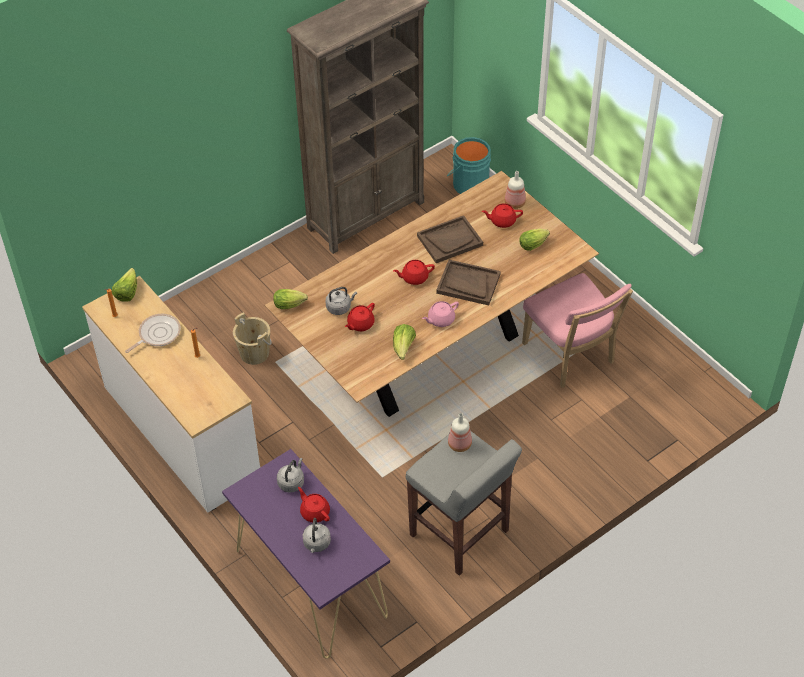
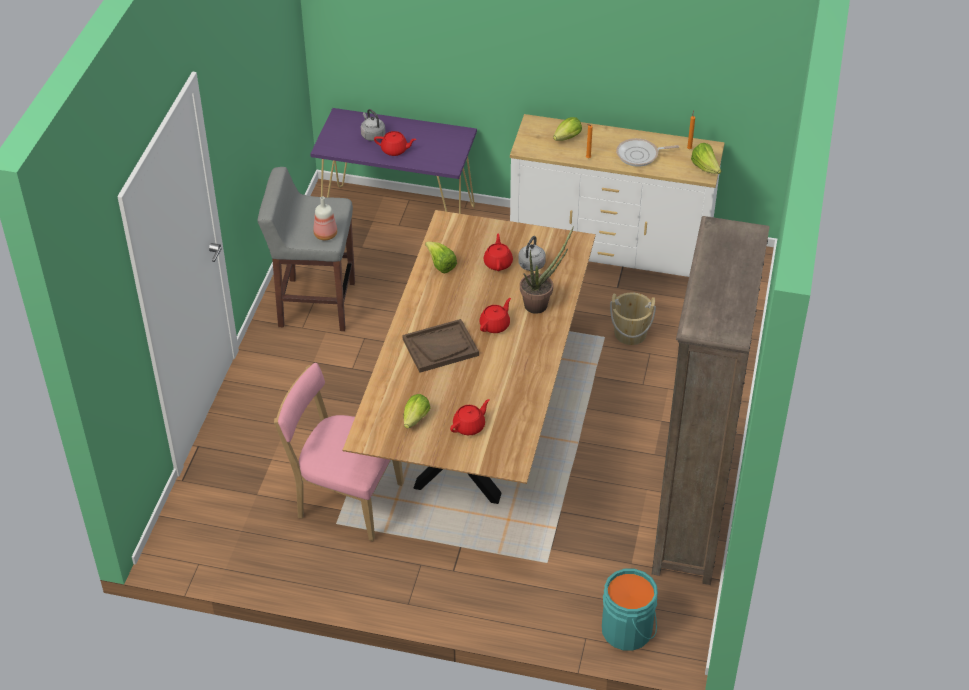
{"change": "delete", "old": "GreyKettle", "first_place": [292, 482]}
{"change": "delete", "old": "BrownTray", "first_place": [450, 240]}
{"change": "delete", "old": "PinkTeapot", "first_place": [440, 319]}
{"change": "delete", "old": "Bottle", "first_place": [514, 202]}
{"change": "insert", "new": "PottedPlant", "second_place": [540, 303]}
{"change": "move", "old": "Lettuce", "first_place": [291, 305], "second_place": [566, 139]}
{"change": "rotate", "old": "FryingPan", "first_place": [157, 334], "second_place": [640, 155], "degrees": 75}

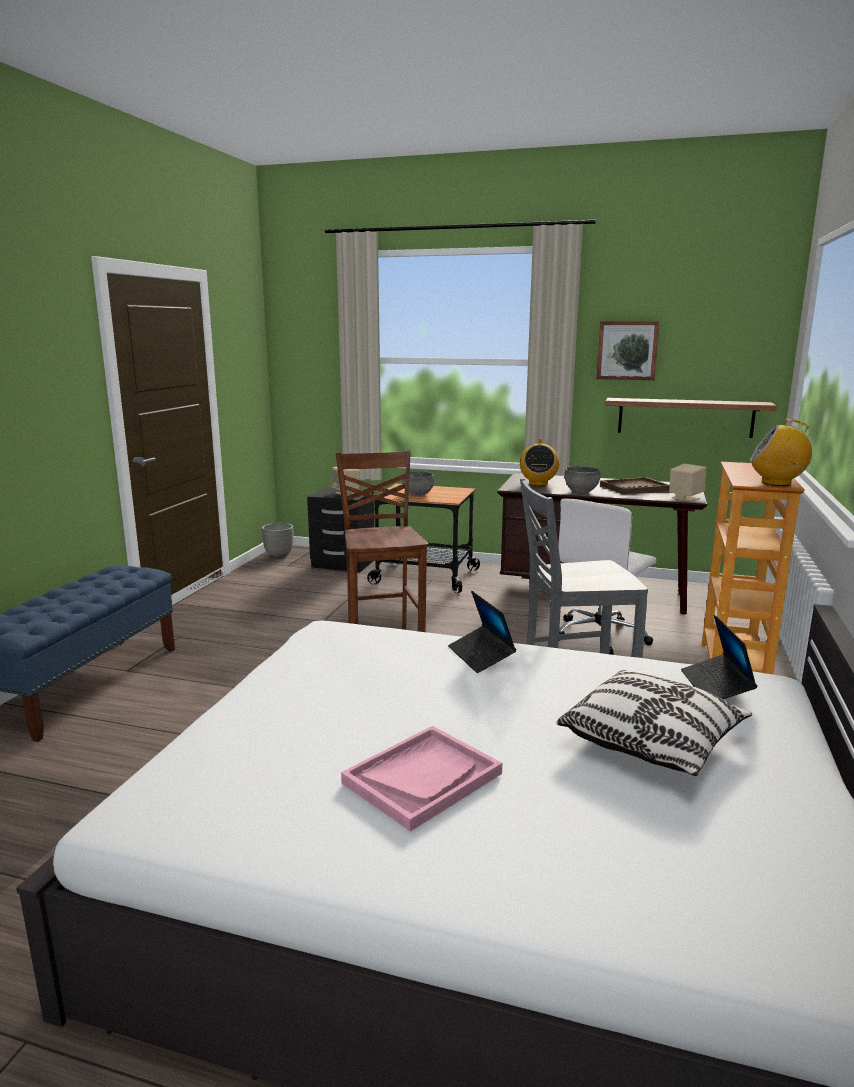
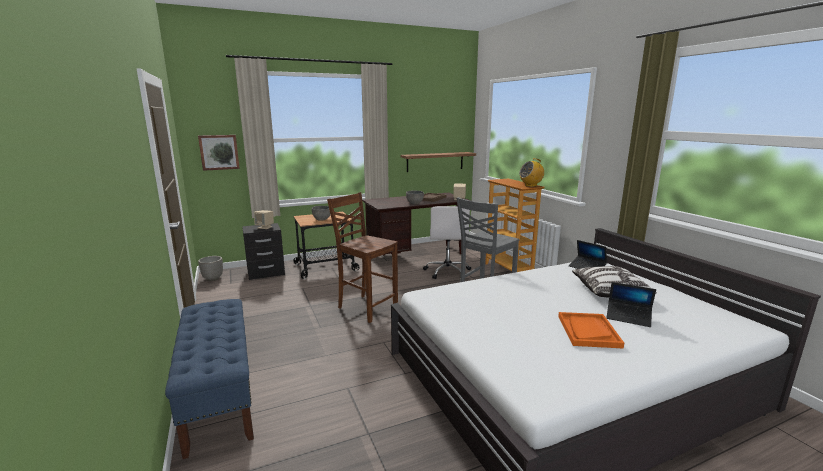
{"change": "delete", "old": "Radio", "first_place": [538, 484]}
{"change": "move", "old": "Laptop", "first_place": [481, 656], "second_place": [628, 317]}
{"change": "move", "old": "Picture", "first_place": [627, 350], "second_place": [219, 152]}
{"change": "recolor", "old": "PinkTray", "new": "OrangeTray", "first_place": [422, 778], "second_place": [588, 331]}

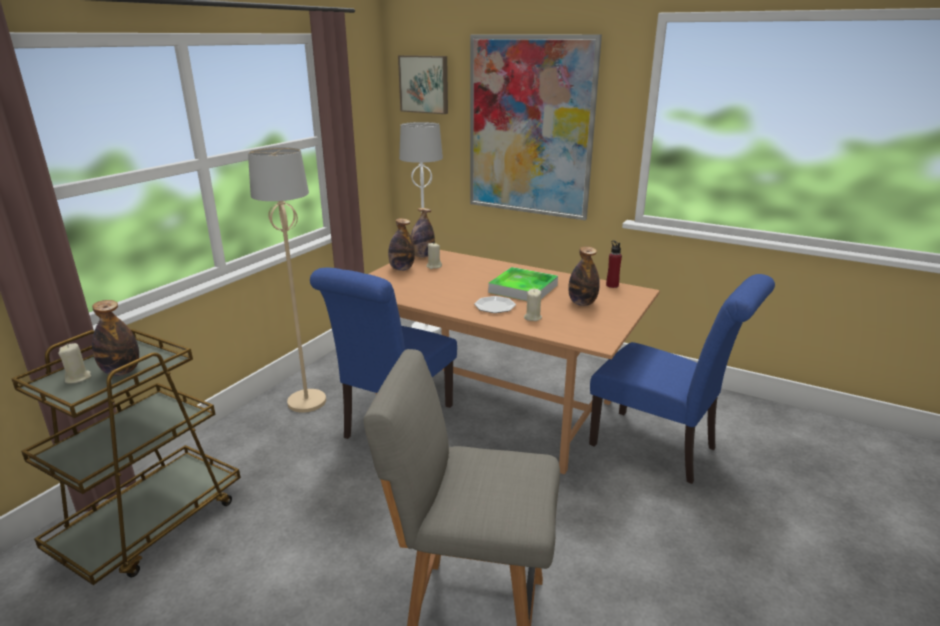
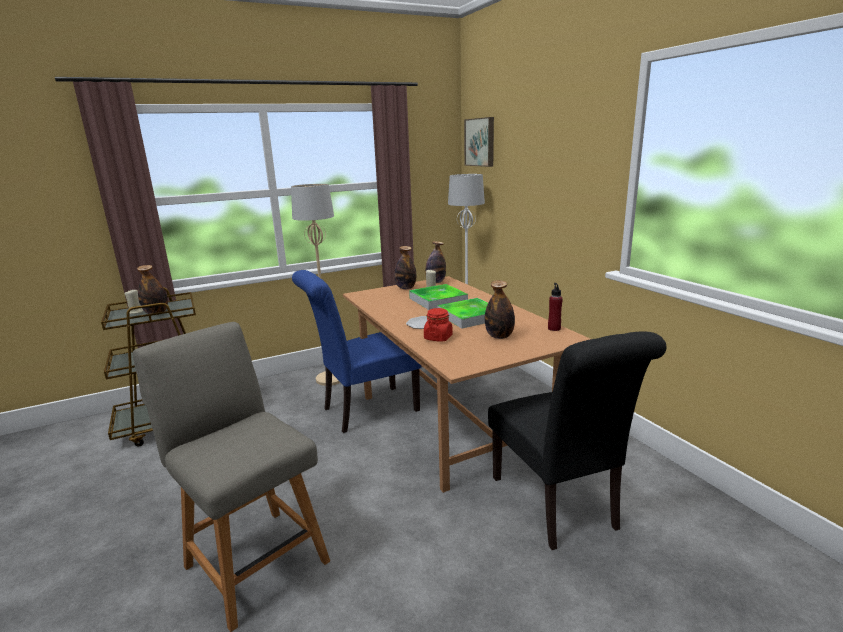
{"change": "delete", "old": "Picture", "first_place": [530, 127]}
{"change": "insert", "new": "Tray", "second_place": [438, 300]}
{"change": "replace", "old": "BeigeCandle", "new": "RedJar", "first_place": [532, 317], "second_place": [438, 338]}
{"change": "recolor", "old": "BlueChair", "new": "BlackChair", "first_place": [660, 448], "second_place": [558, 506]}

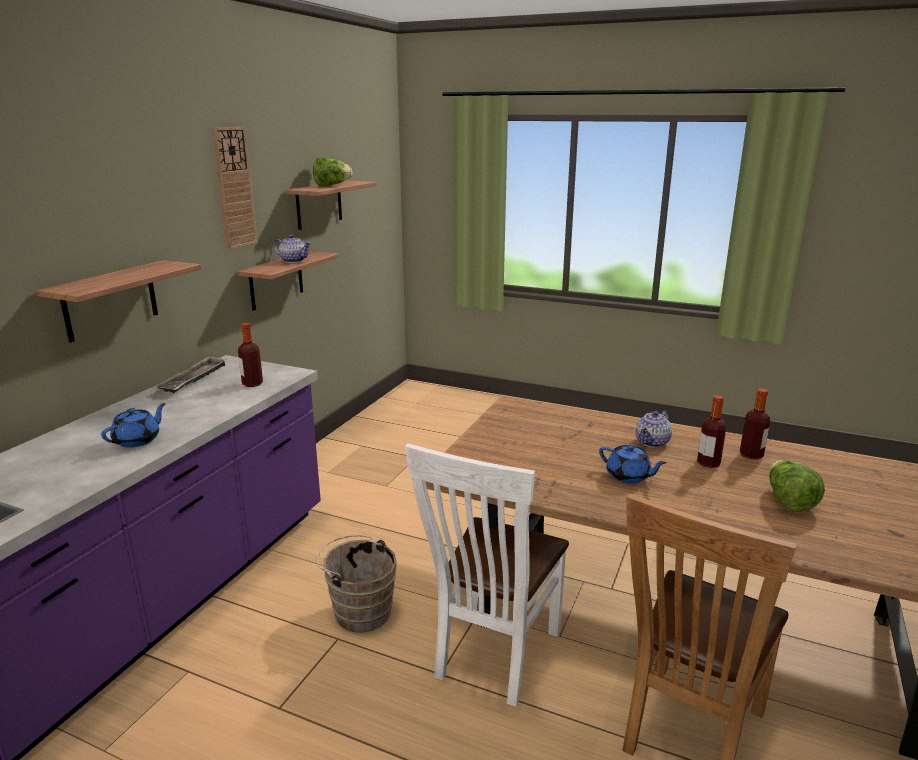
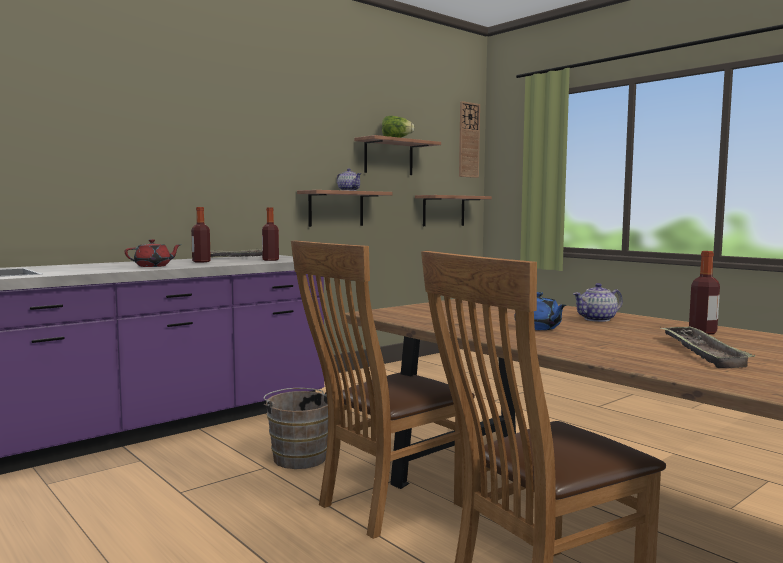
{"change": "move", "old": "Shelf", "first_place": [110, 300], "second_place": [443, 211]}
{"change": "move", "old": "WallClock", "first_place": [234, 188], "second_place": [468, 140]}
{"change": "move", "old": "Bottle", "first_place": [708, 463], "second_place": [201, 261]}
{"change": "replace", "old": "Lettuce", "new": "Tray", "first_place": [788, 501], "second_place": [701, 352]}
{"change": "recolor", "old": "BlueTeapot", "new": "RedTeapot", "first_place": [138, 440], "second_place": [153, 266]}
{"change": "recolor", "old": "WhiteChair", "new": "BrownChair", "first_place": [492, 657], "second_place": [384, 505]}

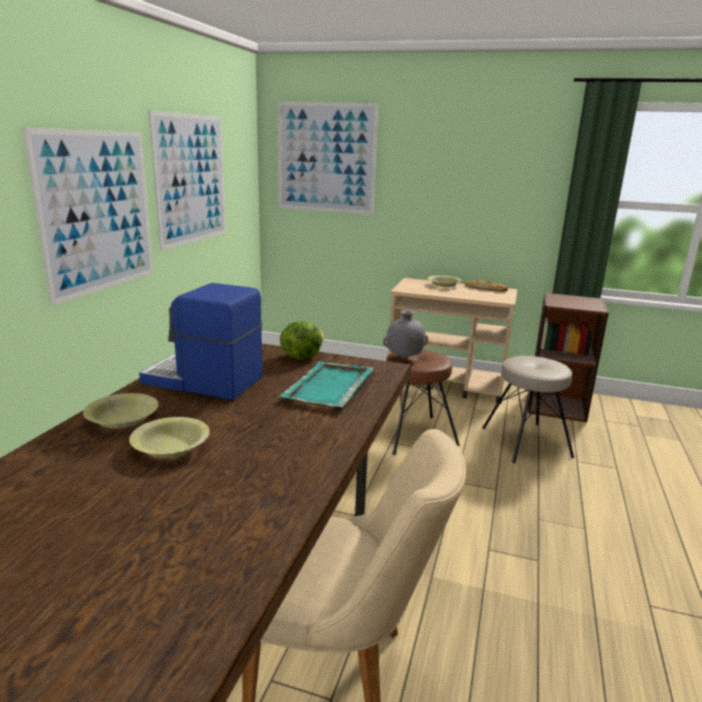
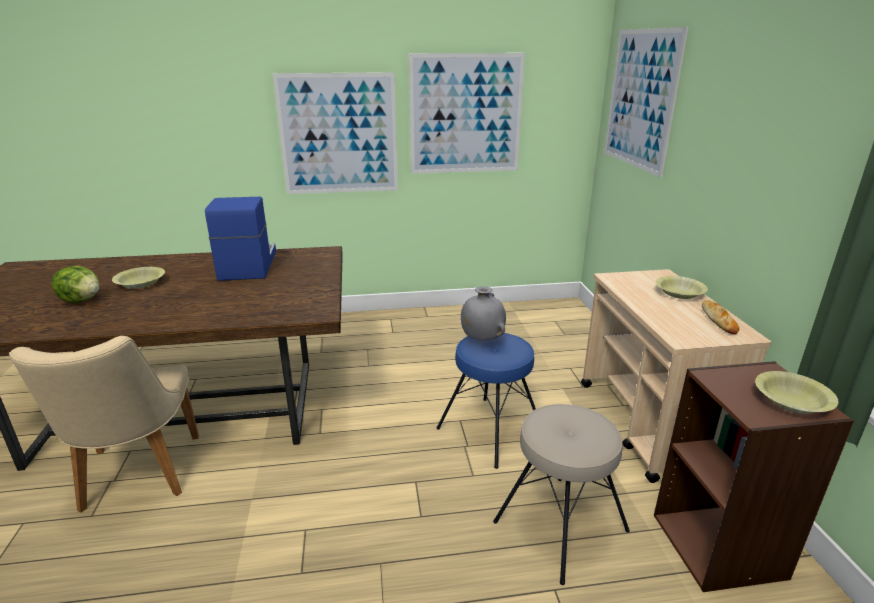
{"change": "delete", "old": "TurquoiseTray", "first_place": [328, 387]}
{"change": "move", "old": "YellowBowl", "first_place": [122, 420], "second_place": [791, 401]}
{"change": "move", "old": "Lettuce", "first_place": [301, 357], "second_place": [82, 300]}
{"change": "recolor", "old": "BrownStool", "new": "BlueStool", "first_place": [413, 434], "second_place": [490, 430]}

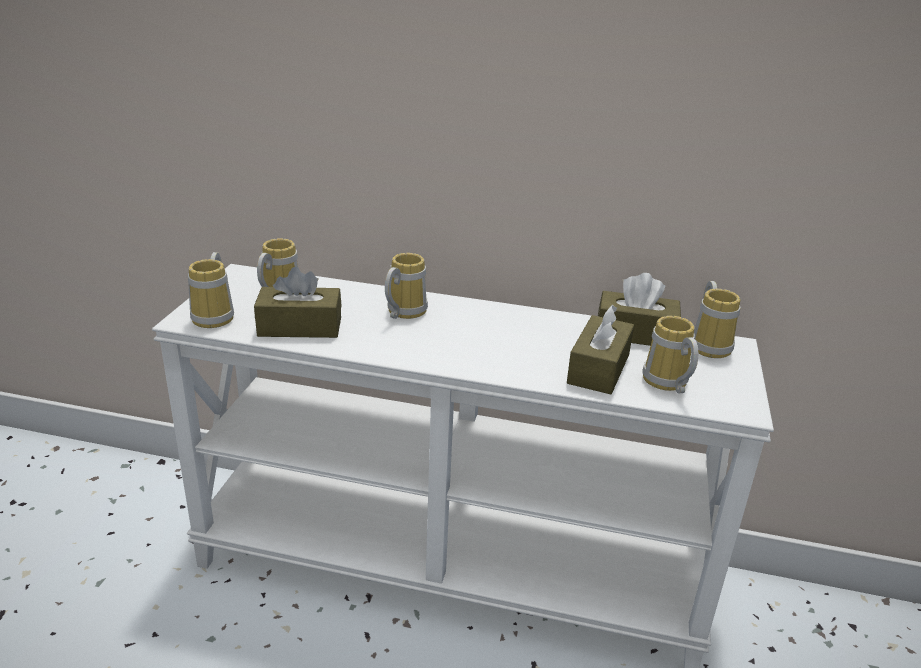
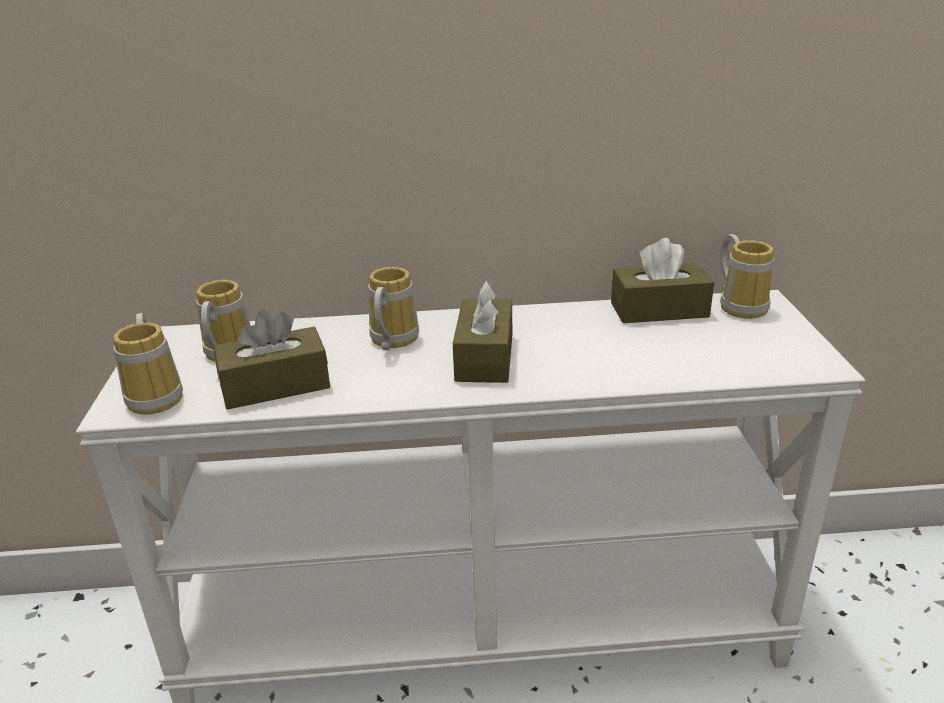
{"change": "delete", "old": "Mug", "first_place": [665, 384]}
{"change": "move", "old": "BrownTissueBox", "first_place": [598, 369], "second_place": [484, 357]}

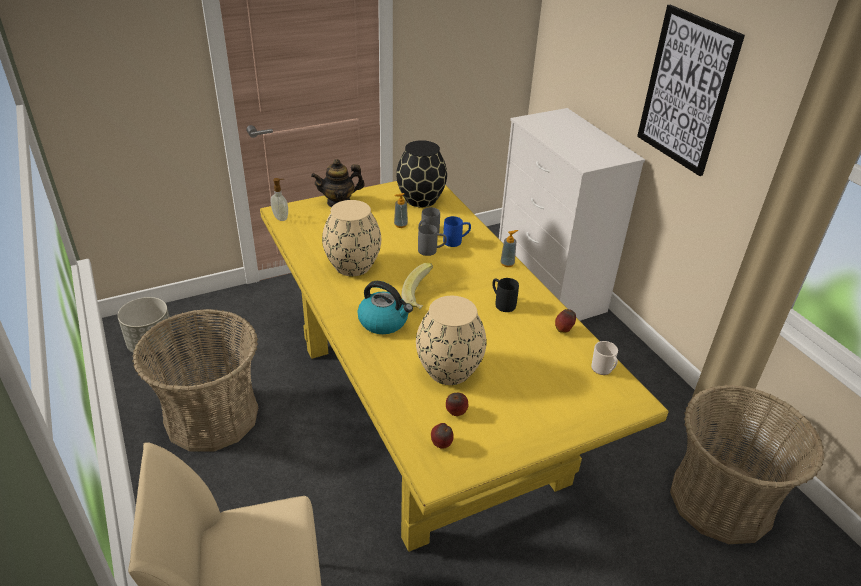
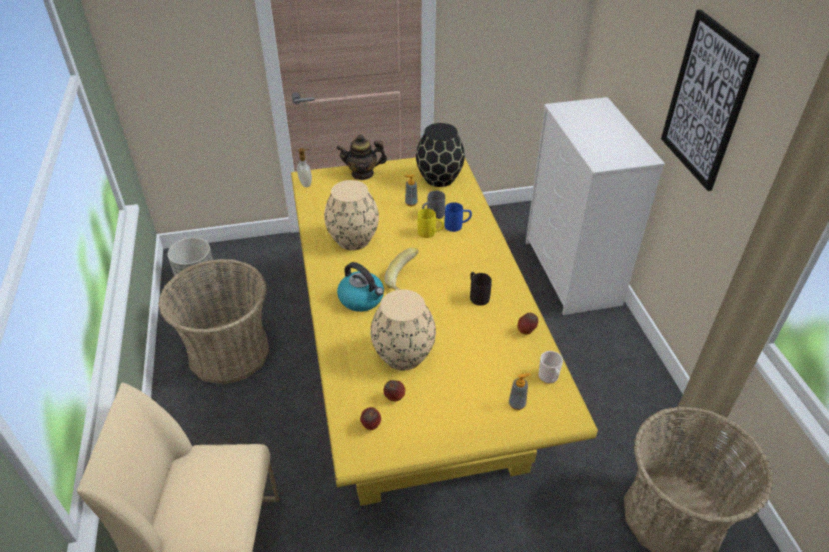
{"change": "move", "old": "SoapDispenser", "first_place": [507, 263], "second_place": [517, 404]}
{"change": "recolor", "old": "GreyMug", "new": "YellowMug", "first_place": [431, 251], "second_place": [430, 233]}

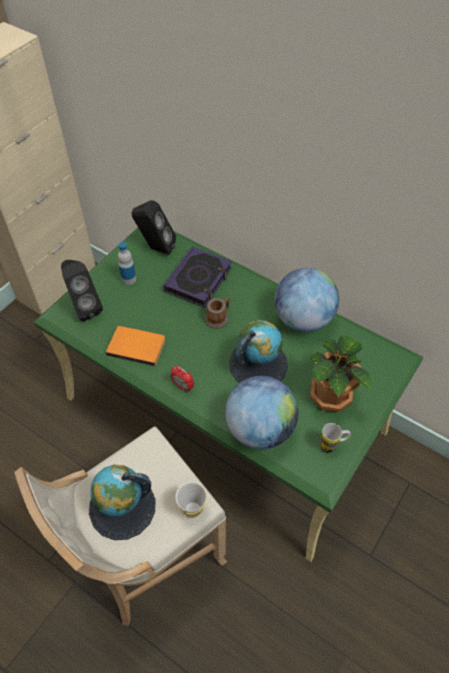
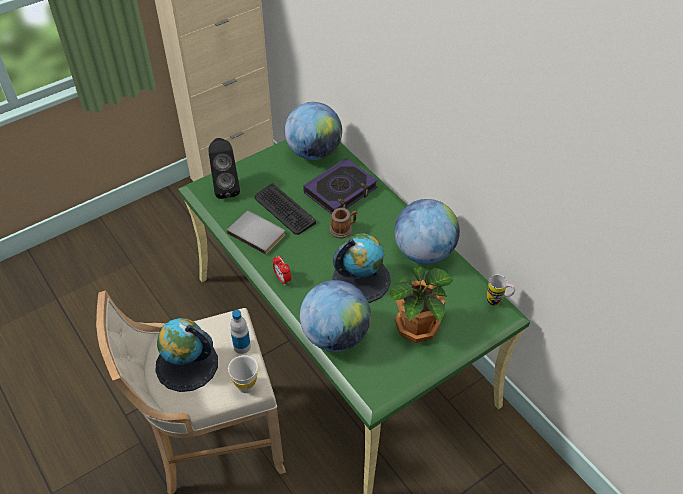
{"change": "insert", "new": "Keyboard", "second_place": [284, 210]}
{"change": "move", "old": "Bottle", "first_place": [129, 279], "second_place": [242, 346]}
{"change": "move", "old": "Mug", "first_place": [332, 446], "second_place": [498, 301]}
{"change": "replace", "old": "BlackSpeaker", "new": "Globe", "first_place": [156, 248], "second_place": [314, 152]}
{"change": "recolor", "old": "OrangeBook", "new": "GreyBook", "first_place": [137, 345], "second_place": [257, 232]}

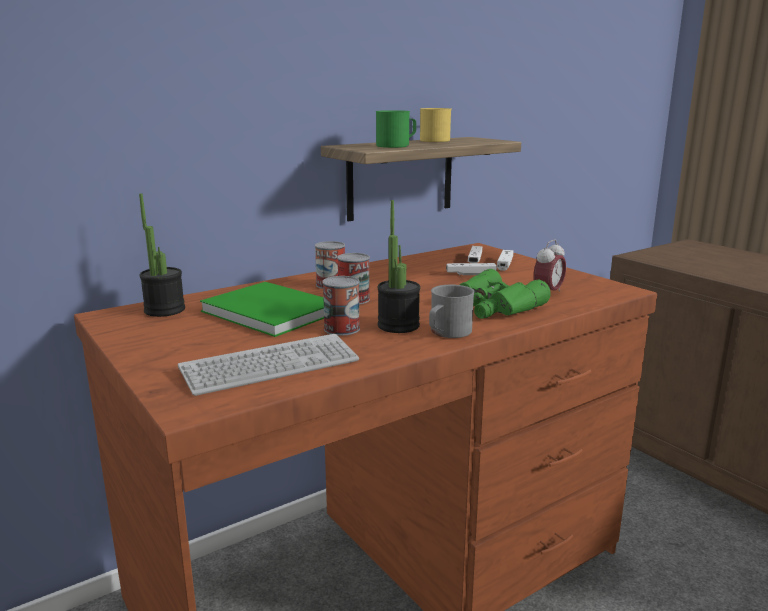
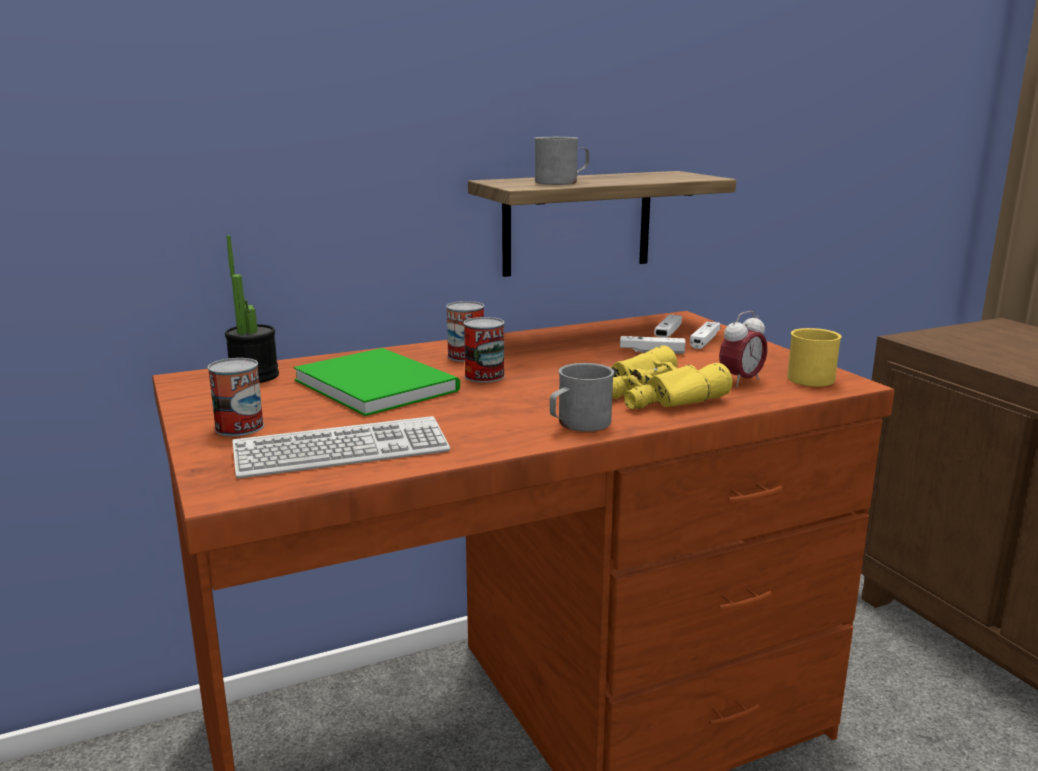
{"change": "delete", "old": "PottedPlant", "first_place": [398, 326]}
{"change": "move", "old": "Can", "first_place": [342, 329], "second_place": [239, 427]}
{"change": "move", "old": "YellowMug", "first_place": [436, 140], "second_place": [813, 377]}
{"change": "recolor", "old": "GreenMug", "new": "GreyMug", "first_place": [397, 145], "second_place": [562, 182]}
{"change": "recolor", "old": "GreenBinoculars", "new": "YellowBinoculars", "first_place": [492, 307], "second_place": [655, 395]}

